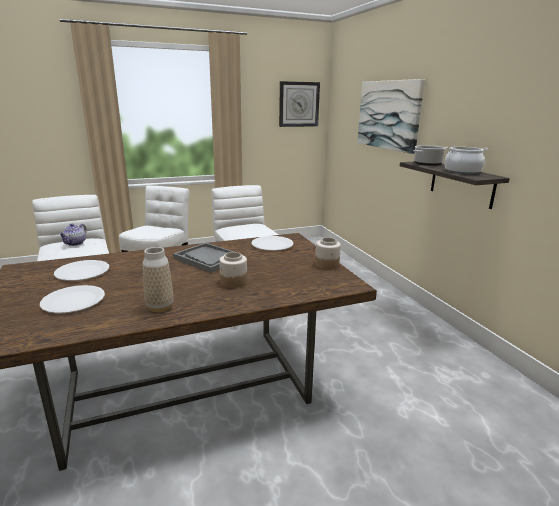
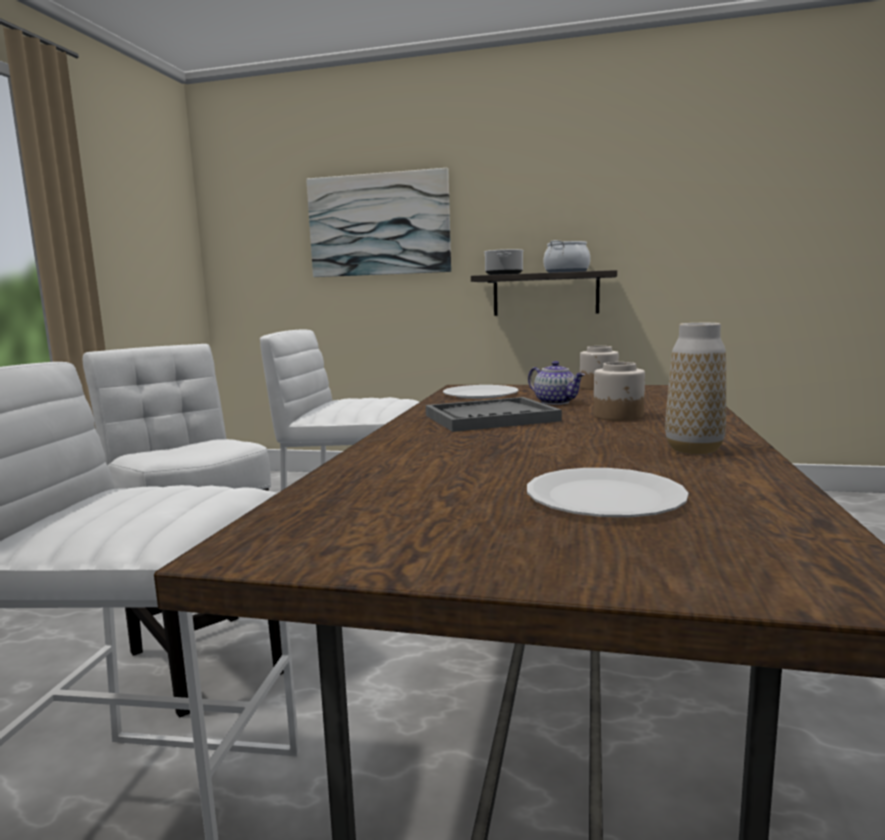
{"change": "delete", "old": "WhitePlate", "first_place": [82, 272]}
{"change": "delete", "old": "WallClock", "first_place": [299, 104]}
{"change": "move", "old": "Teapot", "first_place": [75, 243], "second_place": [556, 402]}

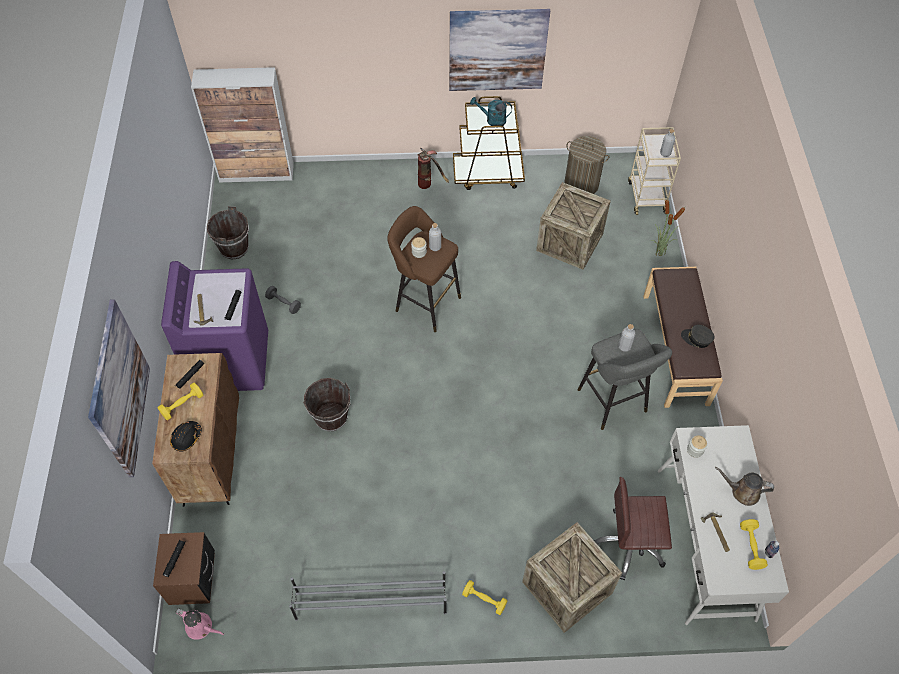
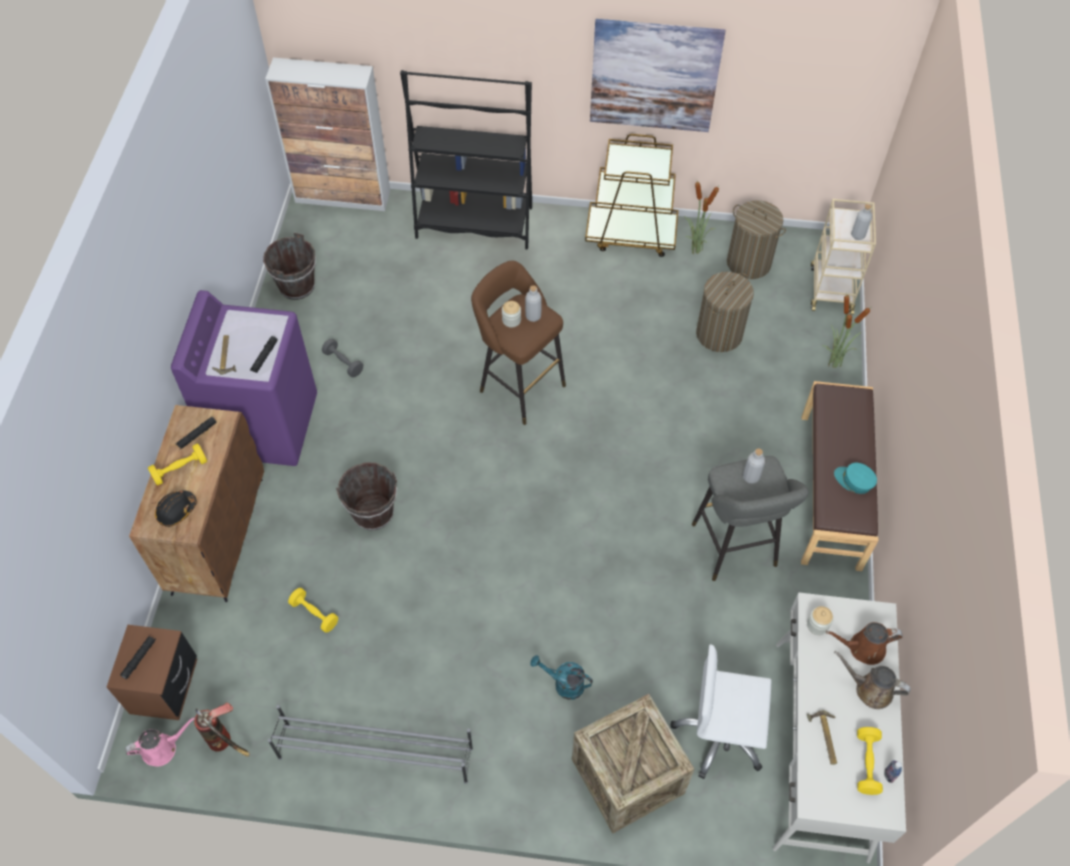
{"change": "delete", "old": "Picture", "first_place": [119, 390]}
{"change": "insert", "new": "BlackBookcase", "second_place": [474, 223]}
{"change": "insert", "new": "PottedPlant", "second_place": [695, 249]}
{"change": "insert", "new": "BrownWateringCan", "second_place": [863, 648]}
{"change": "move", "old": "FireExtinguisher", "first_place": [430, 184], "second_place": [228, 743]}
{"change": "move", "old": "YellowDumbbell", "first_place": [484, 600], "second_place": [314, 614]}
{"change": "move", "old": "TurquoiseWateringCan", "first_place": [492, 120], "second_place": [563, 684]}
{"change": "replace", "old": "Crate", "new": "LaundryBasket", "first_place": [569, 242], "second_place": [719, 334]}
{"change": "recolor", "old": "BrownOfficeChair", "new": "WhiteOfficeChair", "first_place": [629, 544], "second_place": [720, 734]}
{"change": "recolor", "old": "GreyCap", "new": "TurquoiseCap", "first_place": [696, 339], "second_place": [854, 481]}
{"change": "rotate", "old": "PinkWateringCan", "first_place": [201, 627], "second_place": [162, 748], "degrees": -60}

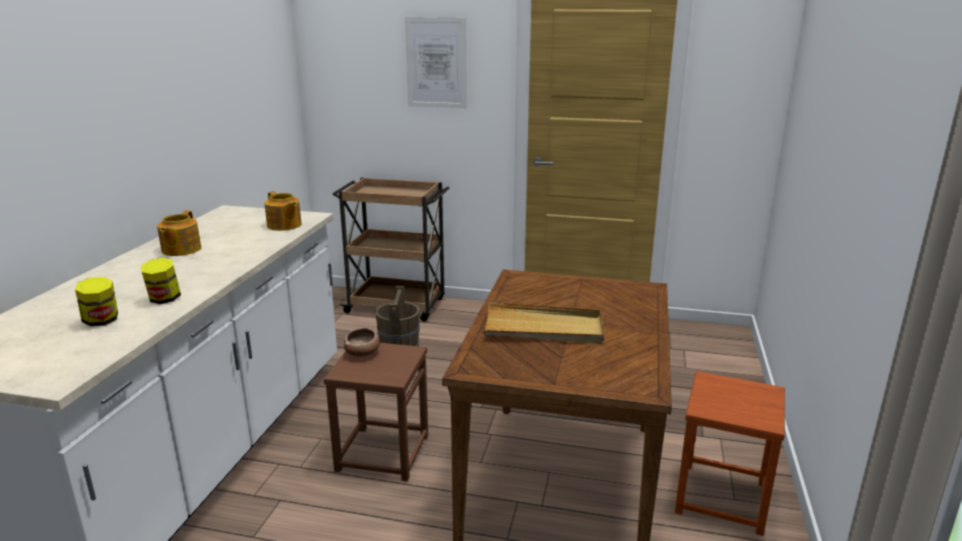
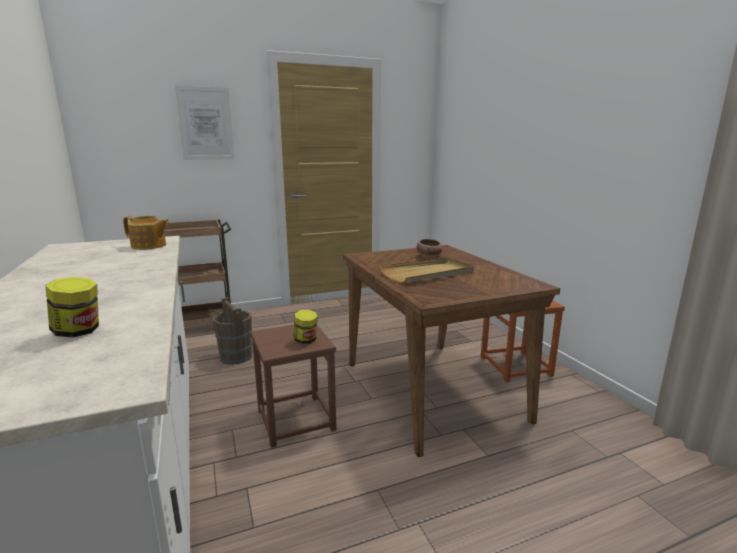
{"change": "delete", "old": "Teapot", "first_place": [180, 250]}
{"change": "move", "old": "Jar", "first_place": [164, 299], "second_place": [306, 340]}
{"change": "move", "old": "Bowl", "first_place": [363, 353], "second_place": [429, 256]}

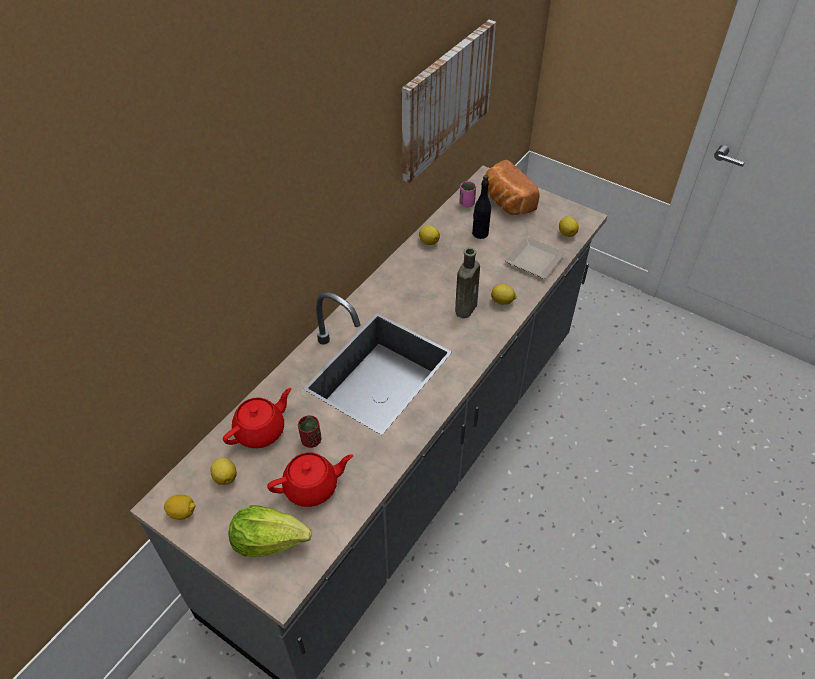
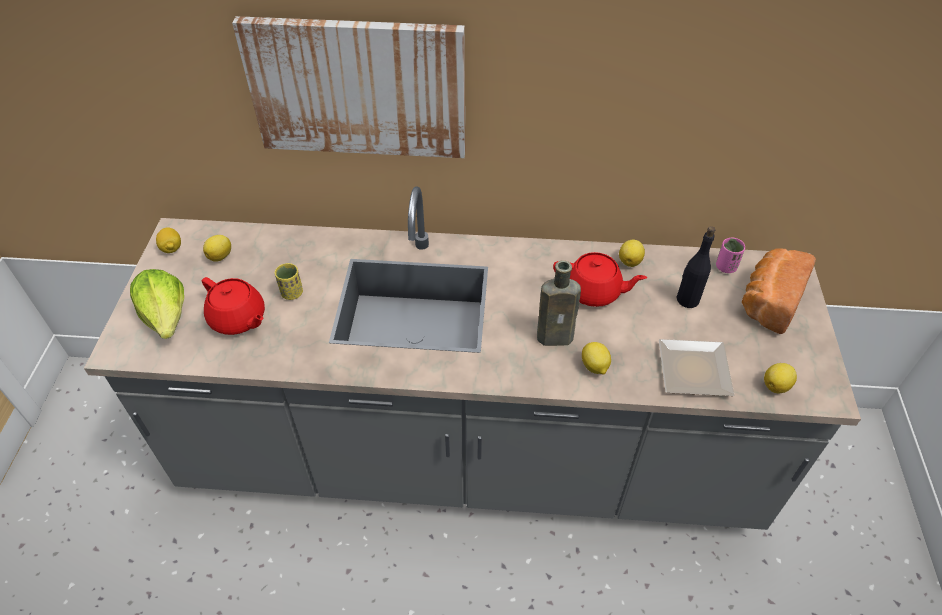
{"change": "move", "old": "RedTeapot", "first_place": [261, 430], "second_place": [594, 292]}
{"change": "move", "old": "Picture", "first_place": [445, 99], "second_place": [358, 88]}
{"change": "recolor", "old": "RedCup", "new": "YellowCup", "first_place": [311, 440], "second_place": [292, 293]}

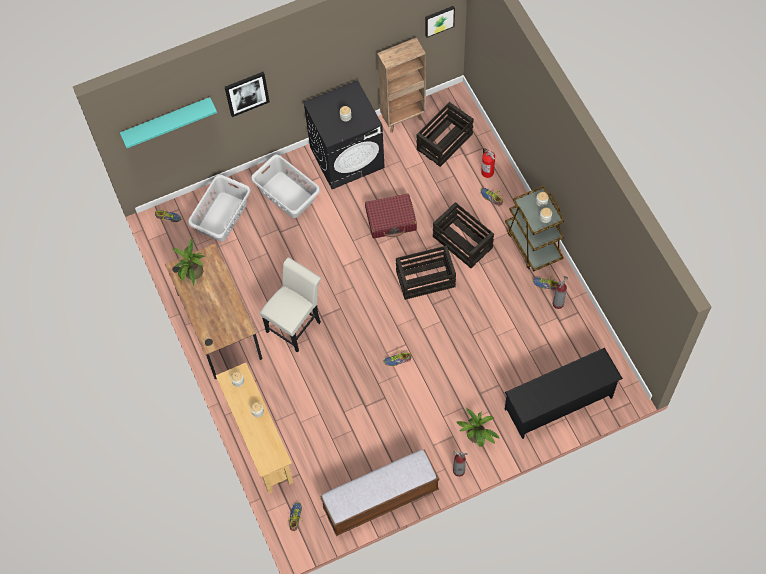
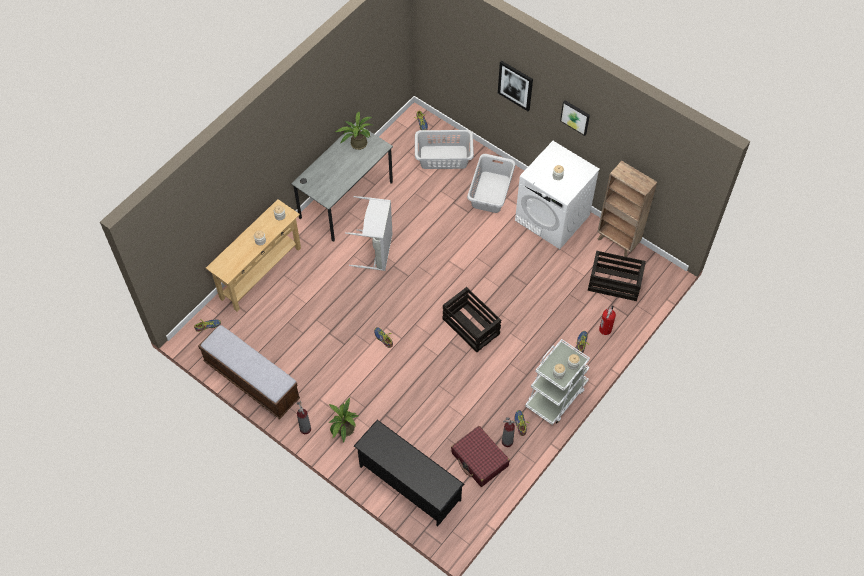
{"change": "delete", "old": "TurquoiseShelf", "first_place": [166, 120]}
{"change": "delete", "old": "Crate", "first_place": [463, 242]}
{"change": "move", "old": "RedSuitcase", "first_place": [391, 220], "second_place": [479, 460]}
{"change": "move", "old": "Picture", "first_place": [439, 20], "second_place": [575, 117]}
{"change": "replace", "old": "WhiteChair", "new": "GreyLaundryBasket", "first_place": [296, 324], "second_place": [376, 251]}
{"change": "recolor", "old": "BrownDesk", "new": "GreyDesk", "first_place": [219, 326], "second_place": [346, 200]}
{"change": "recolor", "old": "BlackWashingMachine", "new": "WhiteWashingMachine", "first_place": [347, 157], "second_place": [552, 218]}
{"change": "recolor", "old": "BrownCart", "new": "WhiteCart", "first_place": [533, 243], "second_place": [556, 396]}

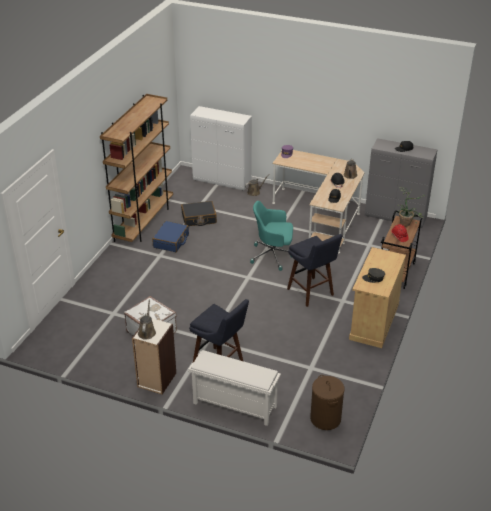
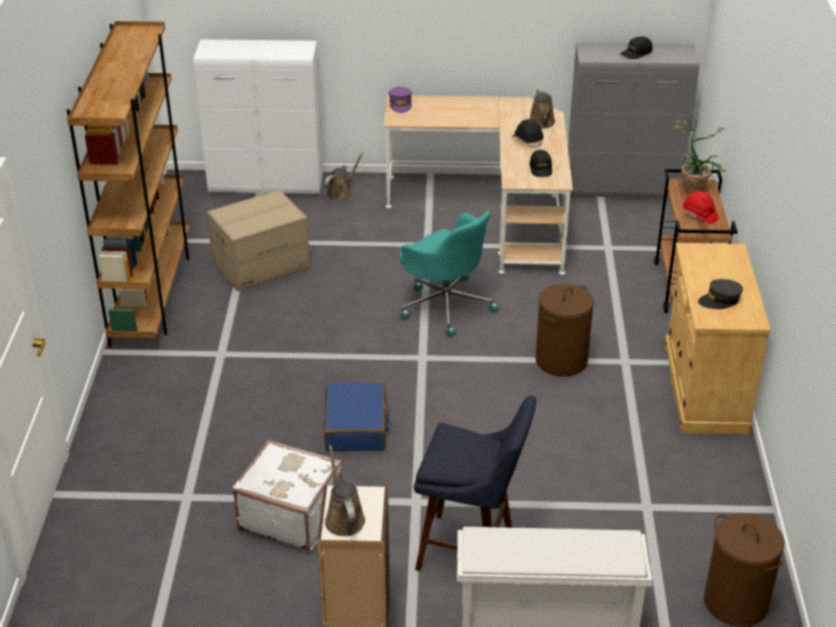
{"change": "move", "old": "BlueSuitcase", "first_place": [171, 241], "second_place": [356, 426]}
{"change": "replace", "old": "BlackSuitcase", "new": "CardboardBox", "first_place": [199, 218], "second_place": [260, 264]}
{"change": "replace", "old": "BlueStool", "new": "BrownLaundryBasket", "first_place": [312, 293], "second_place": [561, 361]}
{"change": "rotate", "old": "TurquoiseOfficeChair", "first_place": [273, 255], "second_place": [445, 305], "degrees": -120}

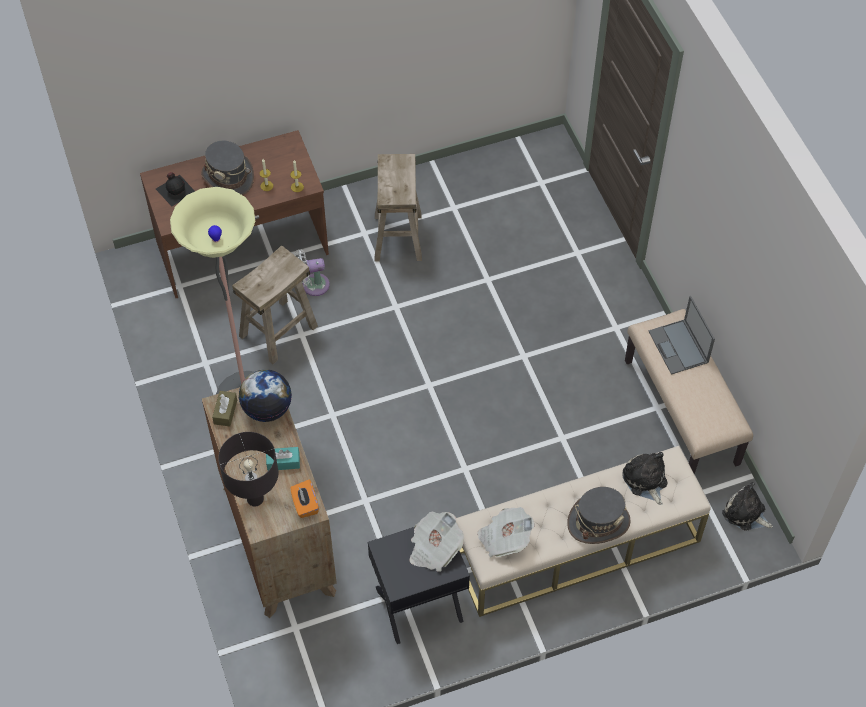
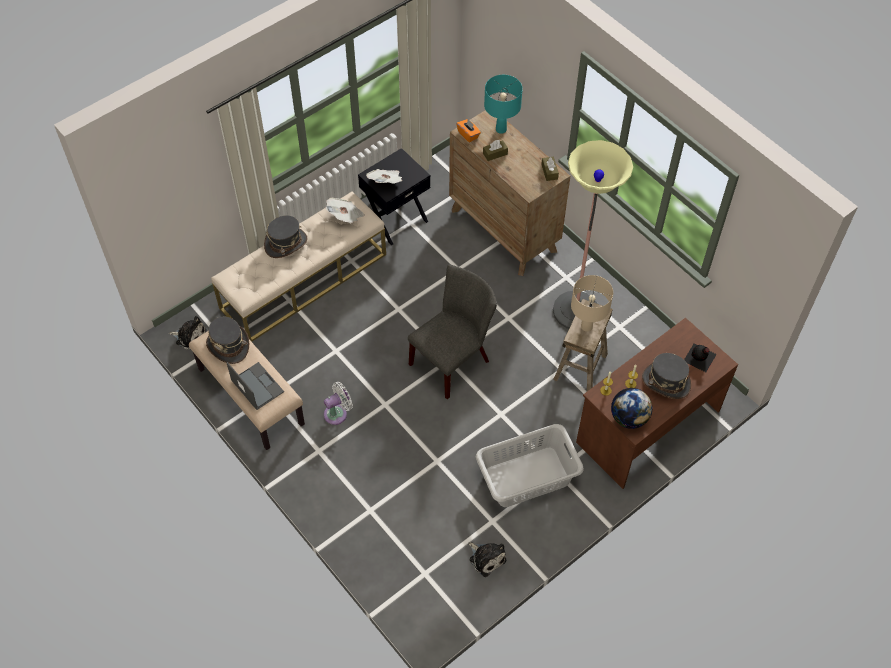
{"change": "insert", "new": "GreyHat", "second_place": [228, 345]}
{"change": "insert", "new": "GreyChair", "second_place": [453, 360]}
{"change": "insert", "new": "BeigeTableLamp", "second_place": [586, 326]}
{"change": "move", "old": "Globe", "first_place": [267, 409], "second_place": [629, 418]}
{"change": "move", "old": "WhiteFan", "first_place": [312, 285], "second_place": [337, 413]}
{"change": "move", "old": "PlushToy", "first_place": [645, 480], "second_place": [486, 558]}
{"change": "replace", "old": "BeigeStool", "new": "GreyLaundryBasket", "first_place": [398, 237], "second_place": [526, 476]}
{"change": "recolor", "old": "BlackTableLamp", "new": "TurquoiseTableLamp", "first_place": [255, 499], "second_place": [501, 129]}
{"change": "recolor", "old": "TurquoiseTissueBox", "new": "BrownTissueBox", "first_place": [283, 462], "second_place": [495, 154]}

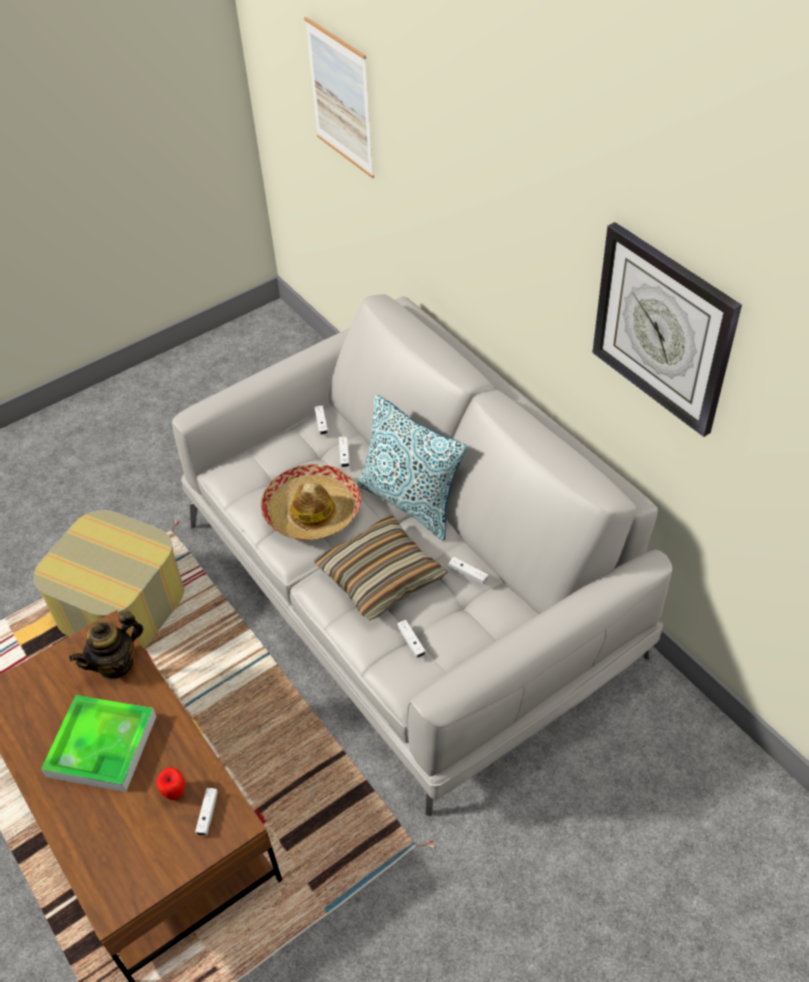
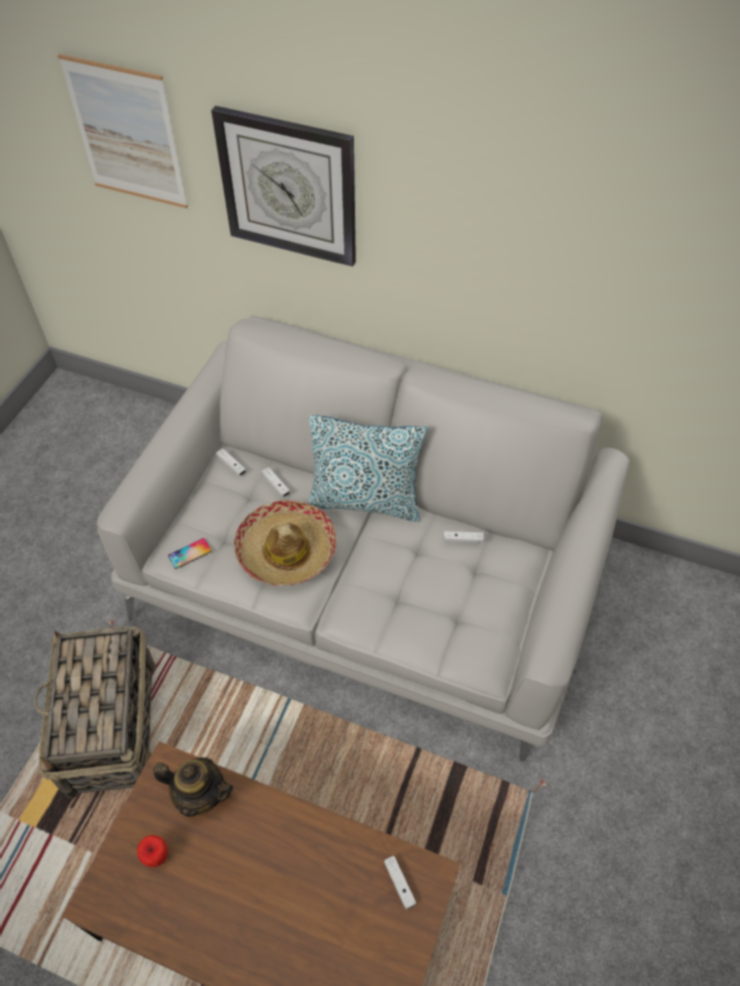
{"change": "delete", "old": "Tray", "first_place": [102, 746]}
{"change": "delete", "old": "Pillow", "first_place": [380, 577]}
{"change": "delete", "old": "WhiteGameController", "first_place": [411, 642]}
{"change": "insert", "new": "Phone", "second_place": [190, 553]}
{"change": "move", "old": "Apple", "first_place": [175, 792], "second_place": [157, 856]}
{"change": "move", "old": "WallClock", "first_place": [663, 329], "second_place": [289, 187]}
{"change": "replace", "old": "Ottoman", "new": "Basket", "first_place": [121, 605], "second_place": [113, 730]}
{"change": "rotate", "old": "Teapot", "first_place": [116, 664], "second_place": [200, 795], "degrees": -90}

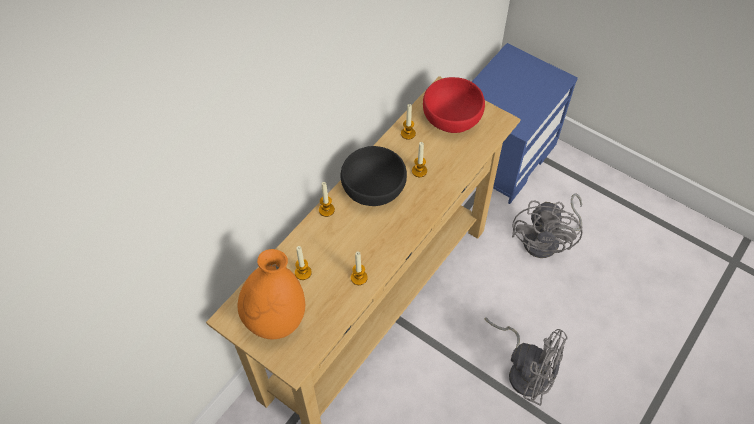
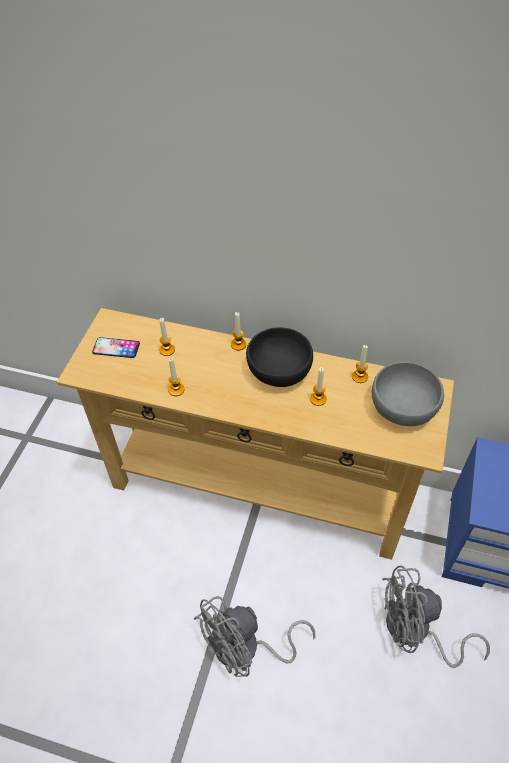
{"change": "replace", "old": "OrangeVase", "new": "Phone", "first_place": [276, 319], "second_place": [116, 348]}
{"change": "recolor", "old": "RedBowl", "new": "GreyBowl", "first_place": [451, 117], "second_place": [402, 406]}
{"change": "rotate", "old": "GreyFan", "first_place": [525, 369], "second_place": [246, 648], "degrees": 45}

